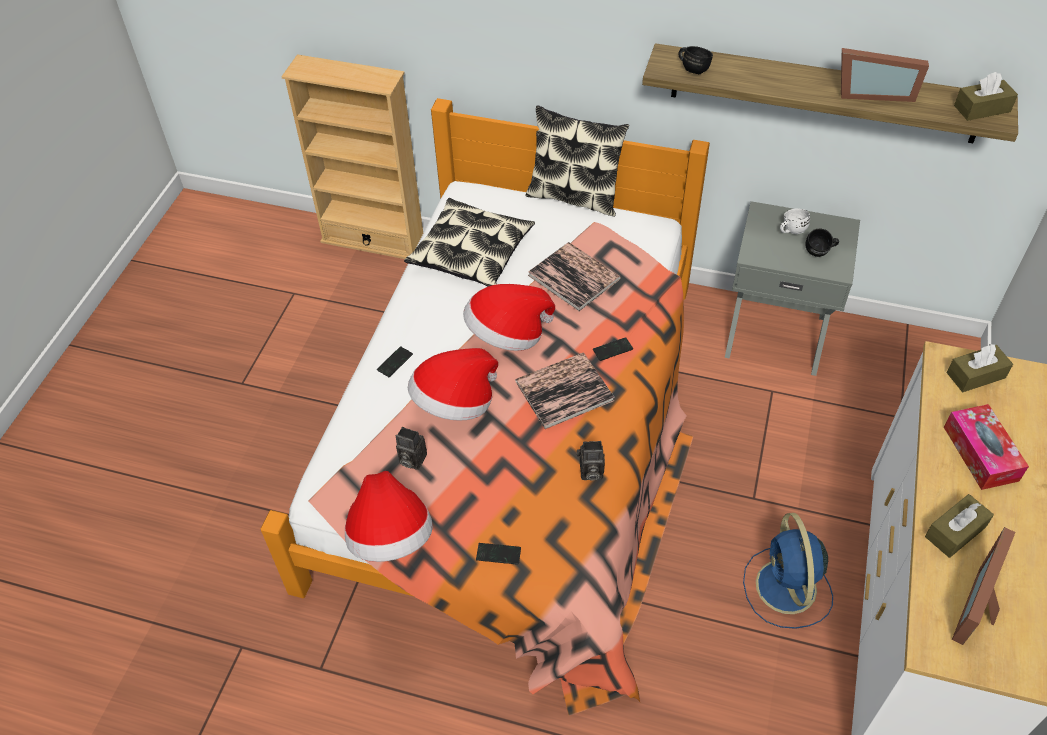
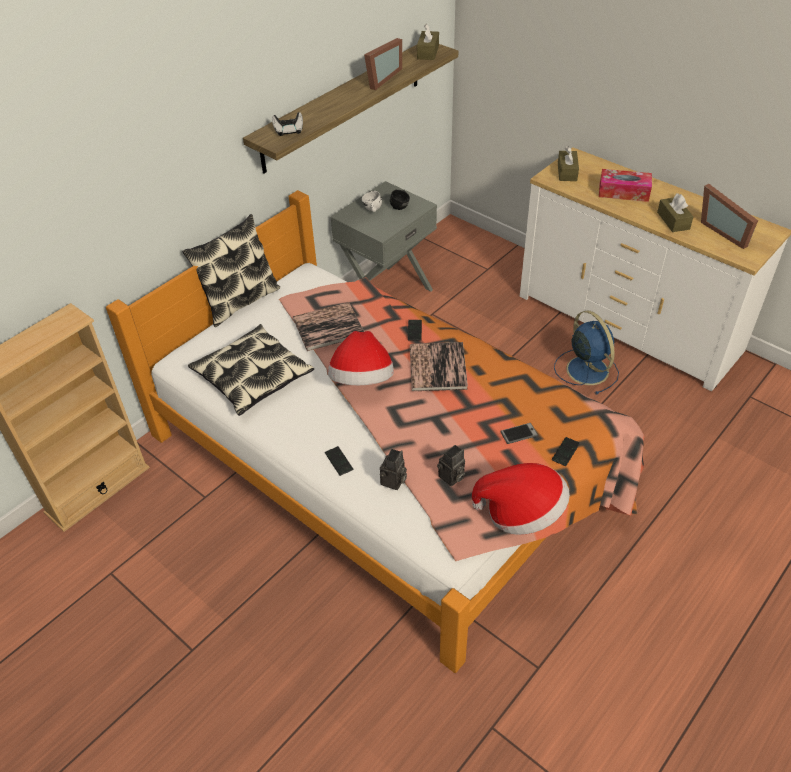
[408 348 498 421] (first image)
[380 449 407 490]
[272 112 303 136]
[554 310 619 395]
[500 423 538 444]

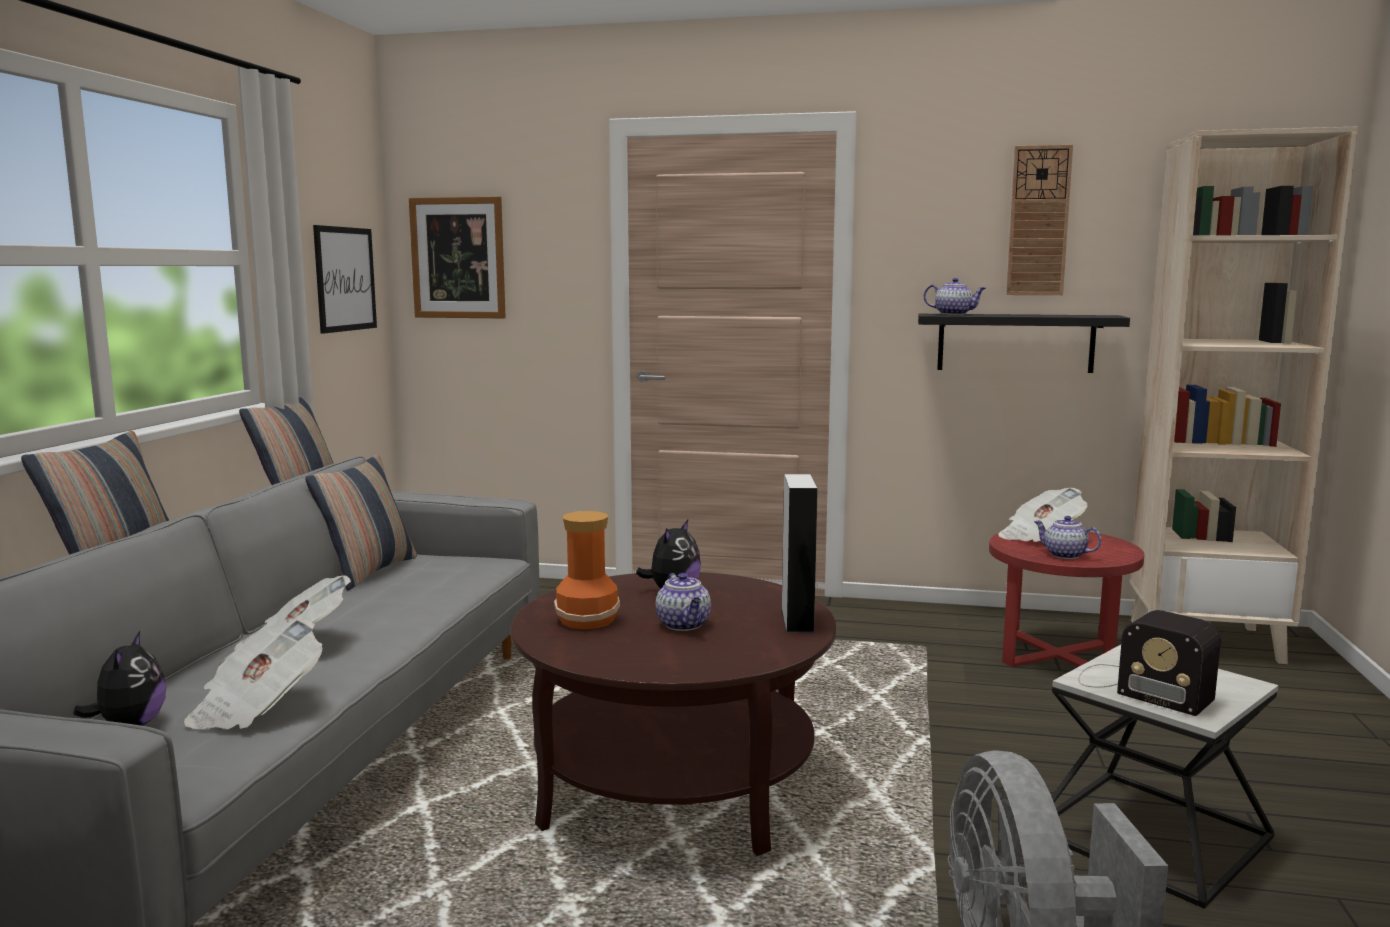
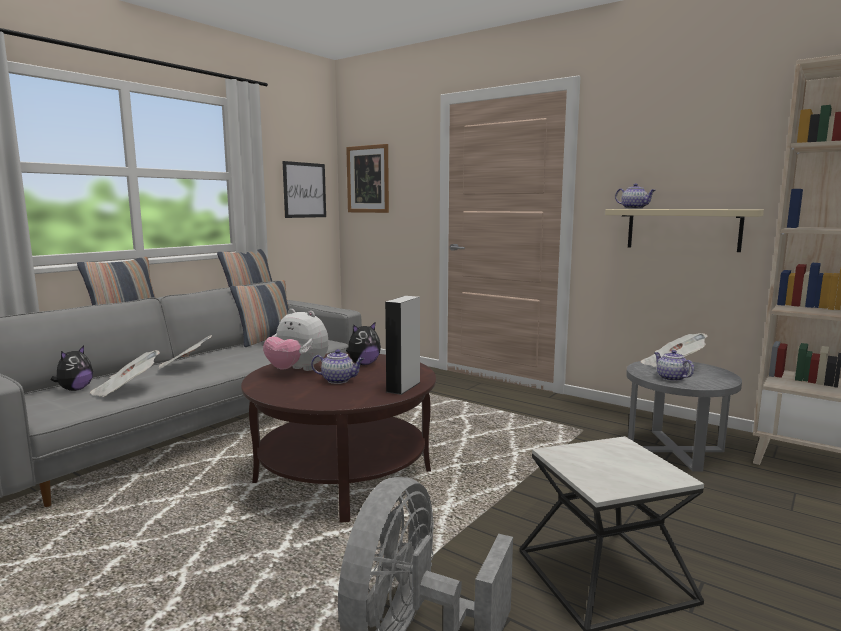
[263 309 329 371]
[311 349 364 384]
[605 209 764 252]
[626 361 742 471]
[1006 145 1073 295] (first image)
[1078 610 1221 716] (first image)

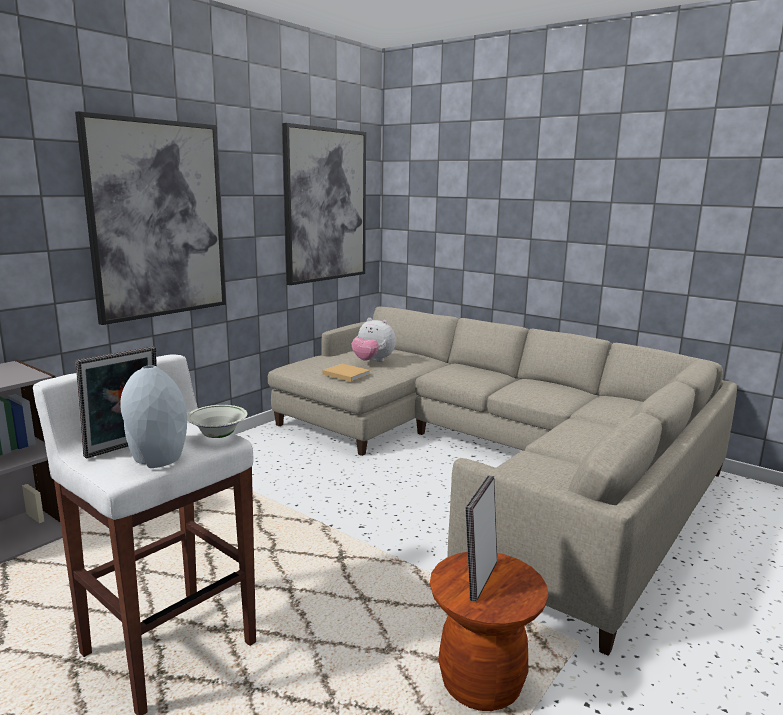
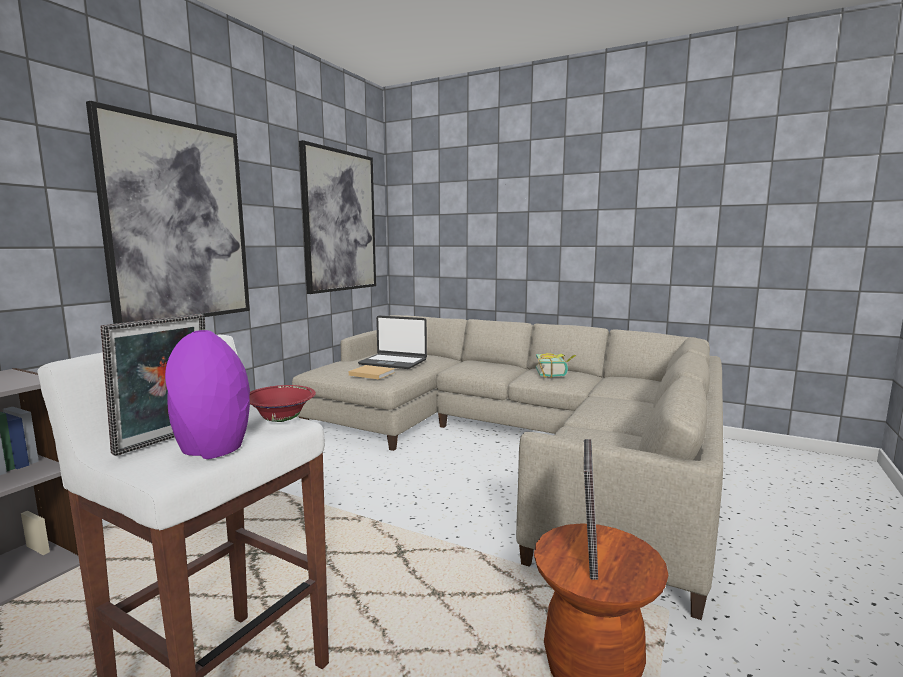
[165 330 250 459]
[250 385 316 422]
[358 316 427 369]
[536 353 576 378]

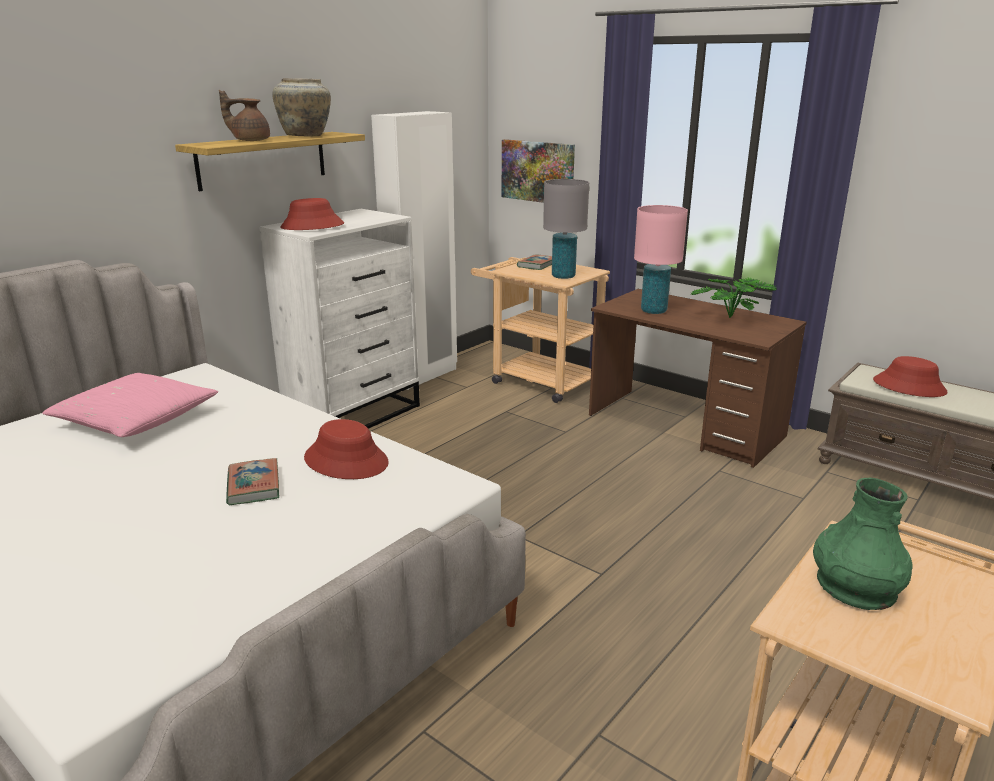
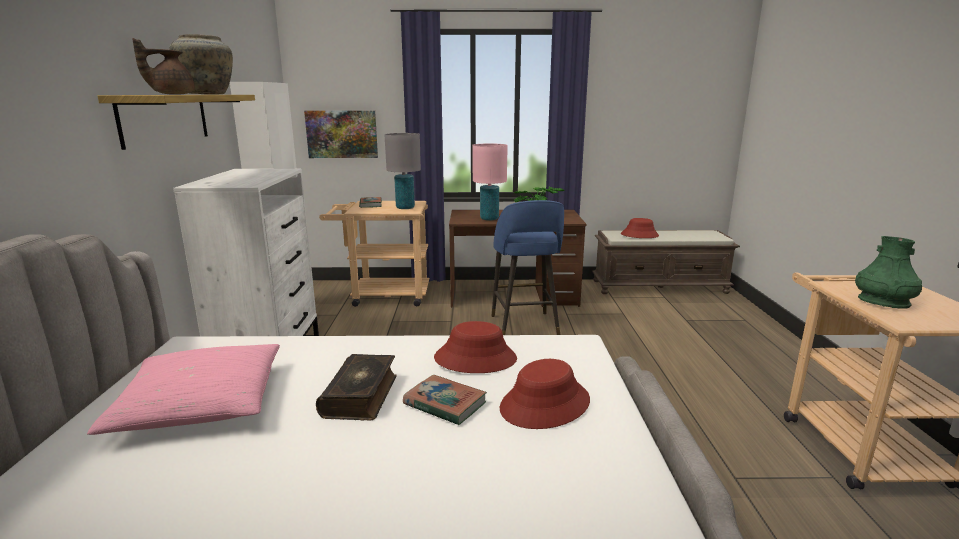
[500 359 590 429]
[316 354 397 421]
[492 200 564 335]

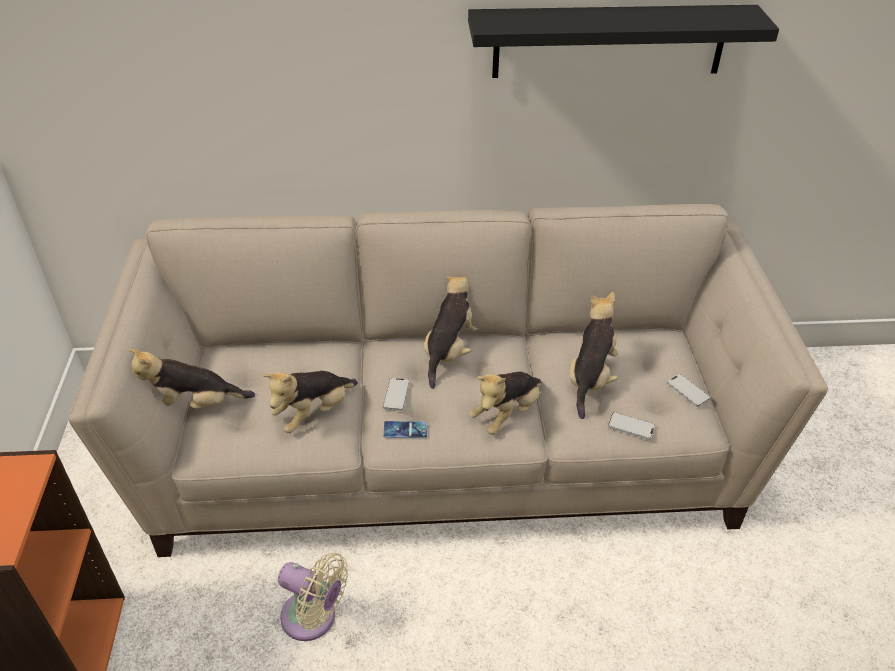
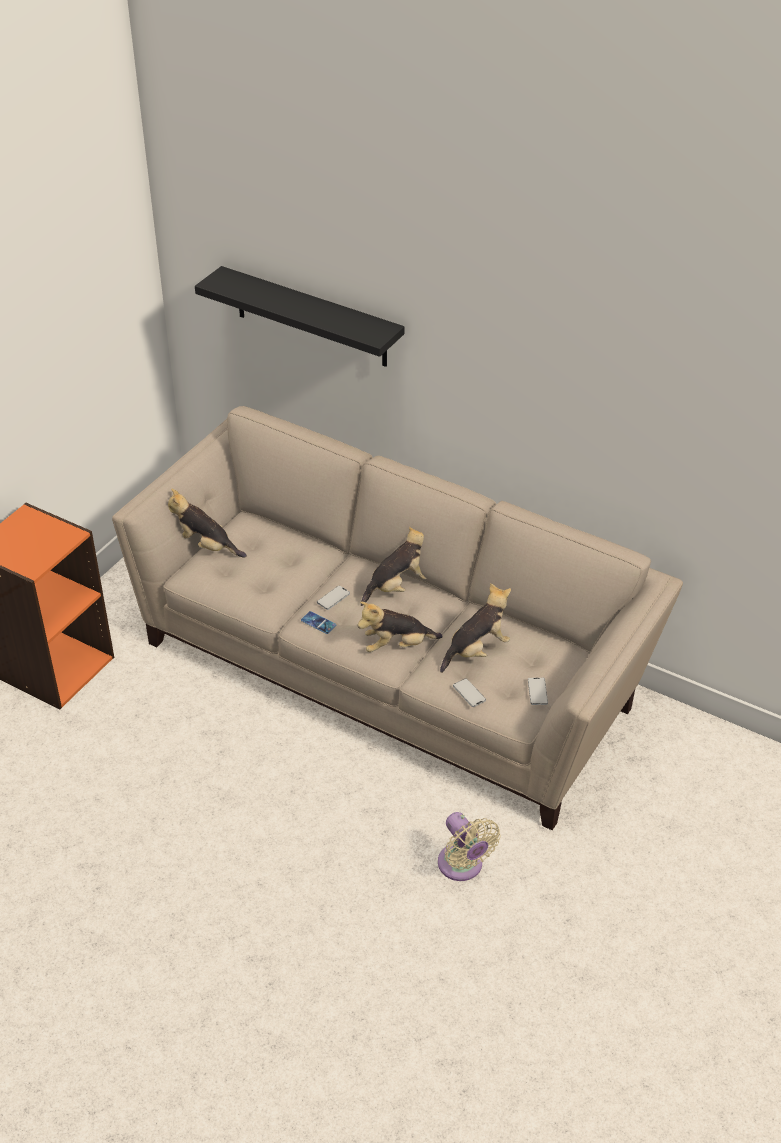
[263 371 358 433] (first image)
[438 812 500 881]
[195 266 404 367]

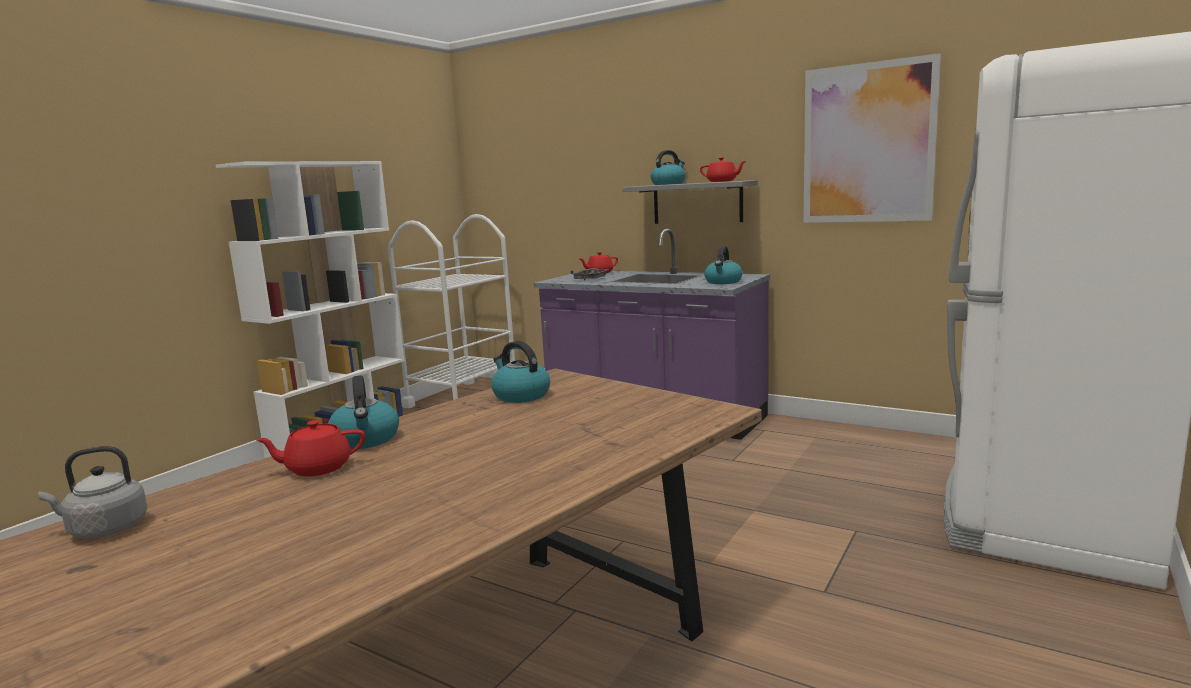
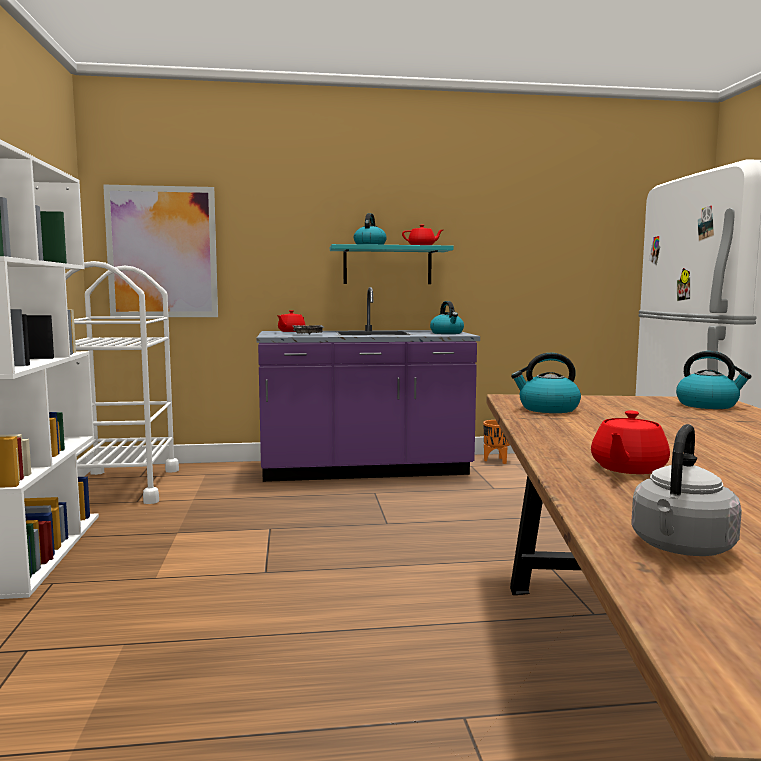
[676 351 752 409]
[330 244 454 284]
[103 185 218 317]
[483 420 510 464]

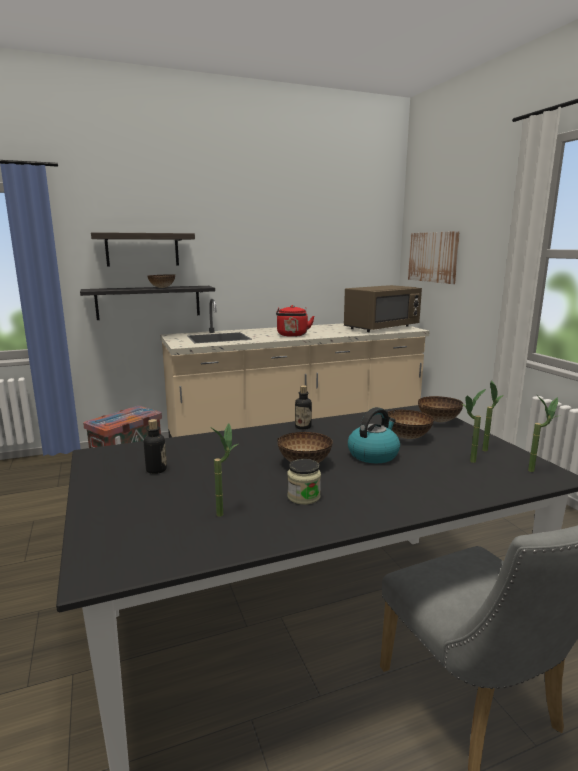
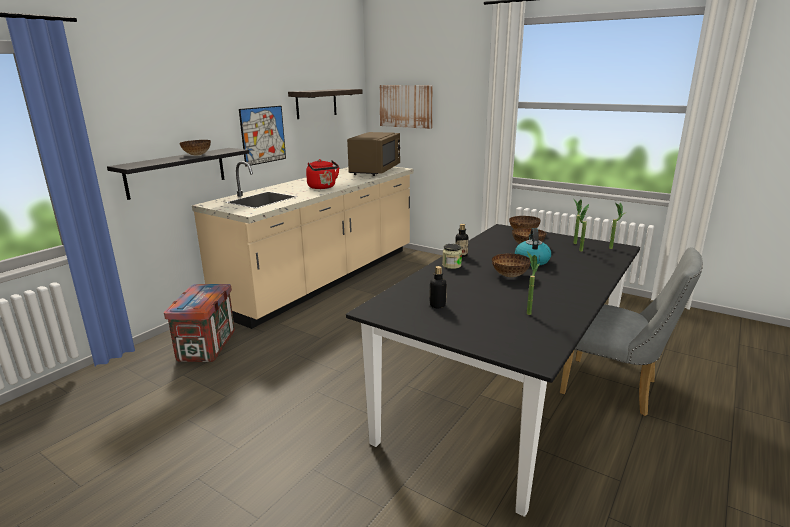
[288 89 363 119]
[442 244 462 269]
[239 106 286 166]

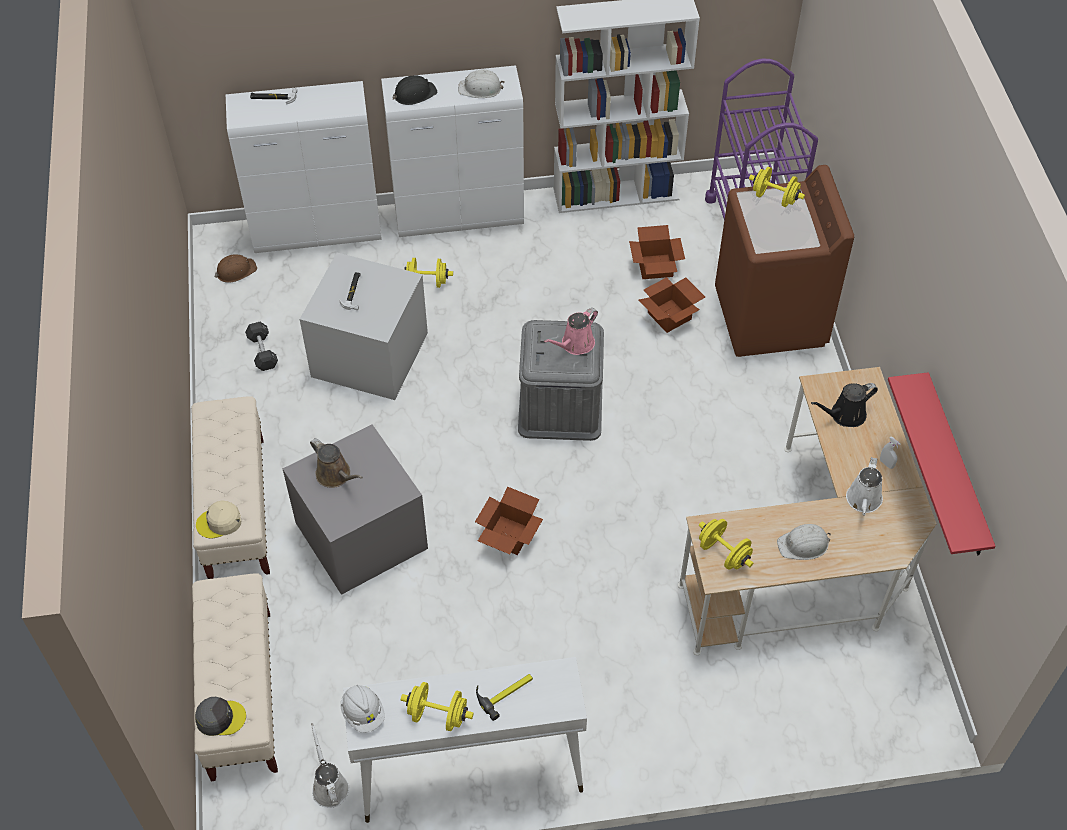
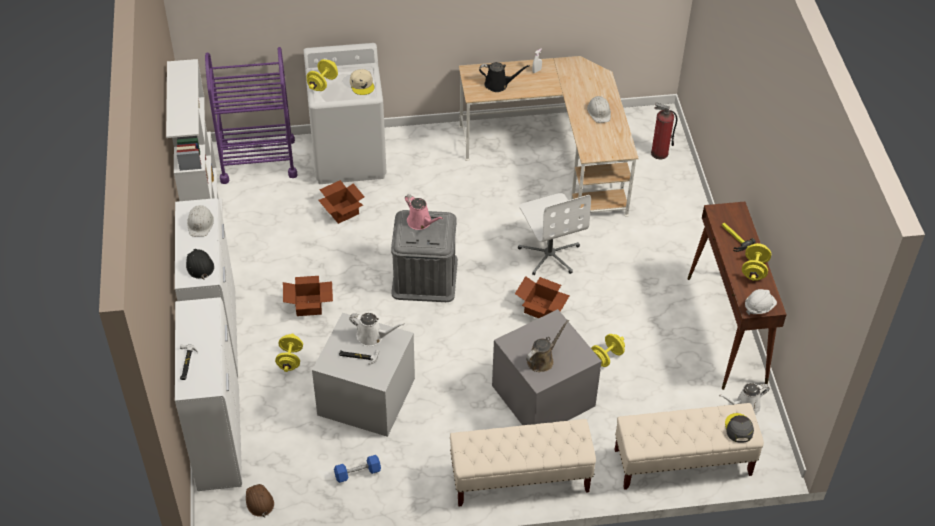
[350 69 375 95]
[334 455 381 483]
[687 202 787 390]
[283 276 333 316]
[591 334 625 367]
[303 43 386 184]
[479 62 530 92]
[349 313 405 346]
[888 372 995 556] (first image)
[518 193 591 275]
[651 102 677 159]

